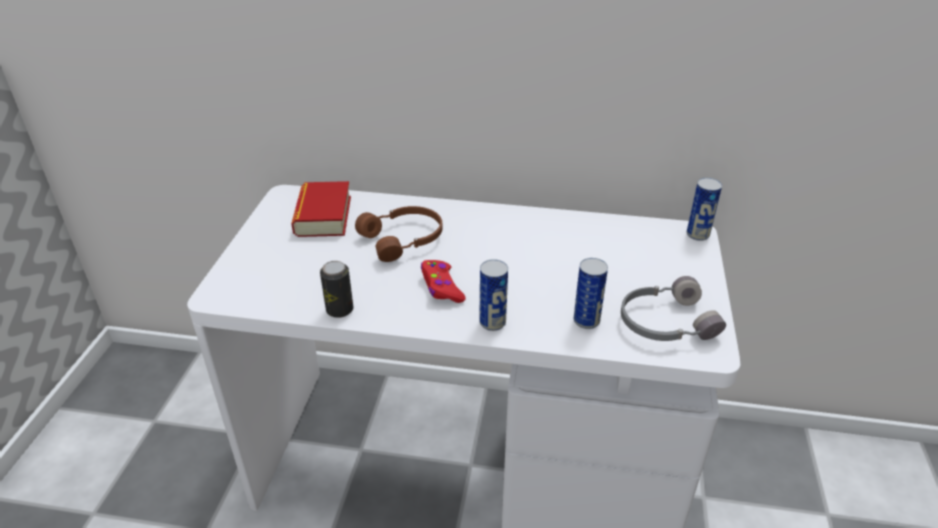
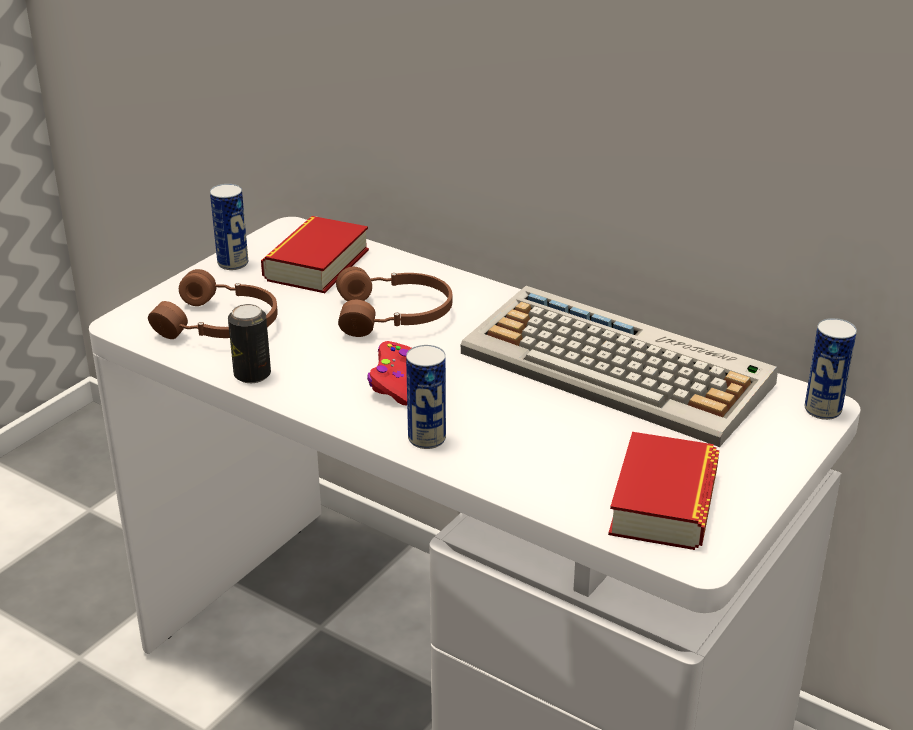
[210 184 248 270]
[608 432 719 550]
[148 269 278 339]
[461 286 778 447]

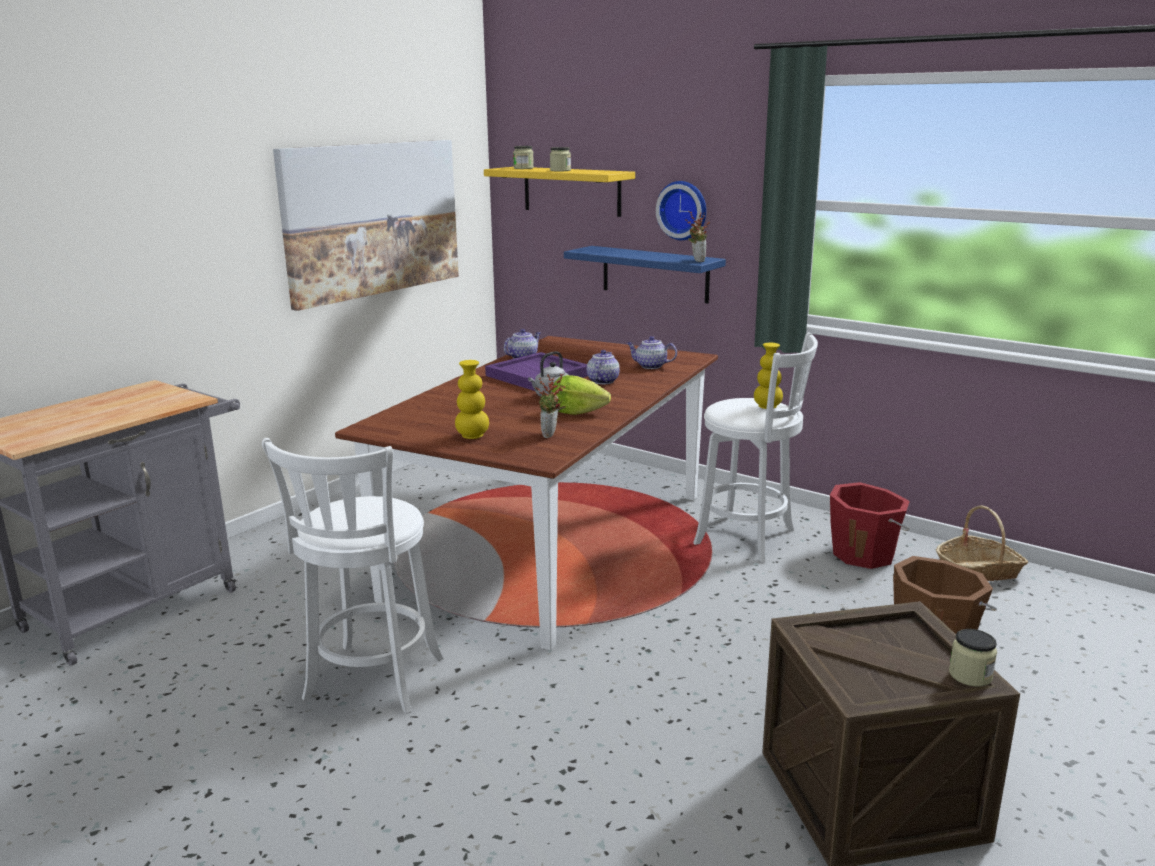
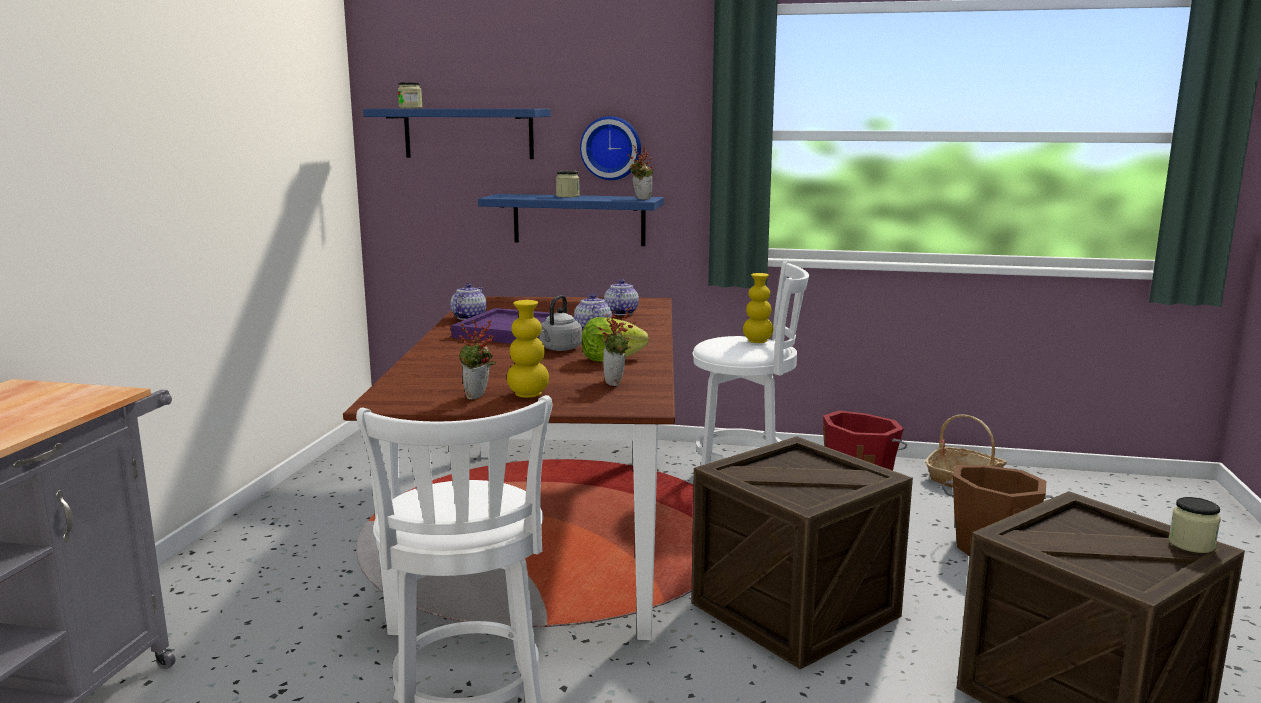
[273 140 459 311] (first image)
[363 109 551 159]
[556 171 580 197]
[604 279 639 315]
[459 319 496 400]
[691 436 913 669]

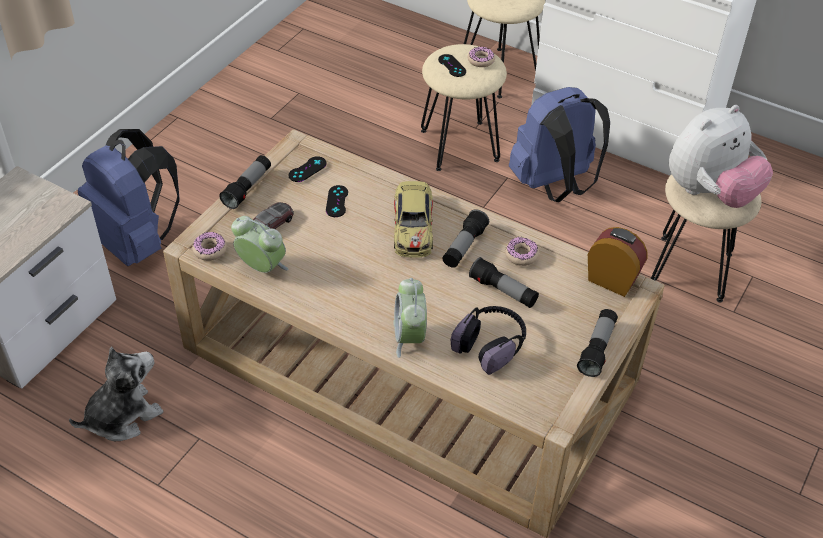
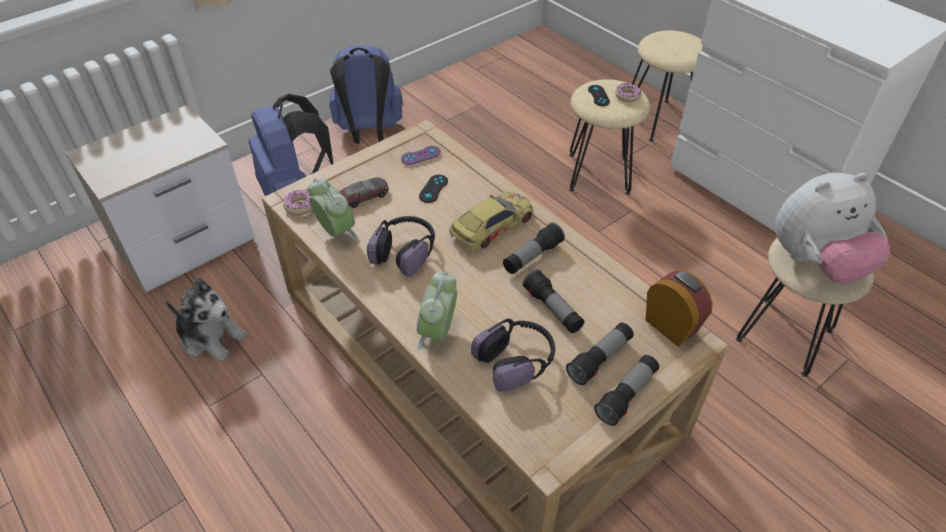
[166 278 247 362]
[566 322 634 385]
[401 146 441 165]
[449 192 534 252]
[505 237 539 266] (first image)
[329 45 403 144]
[367 216 435 277]

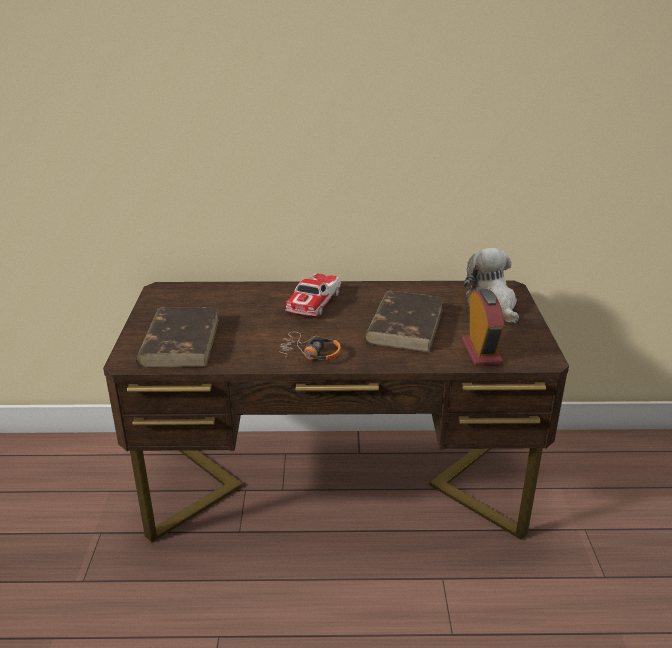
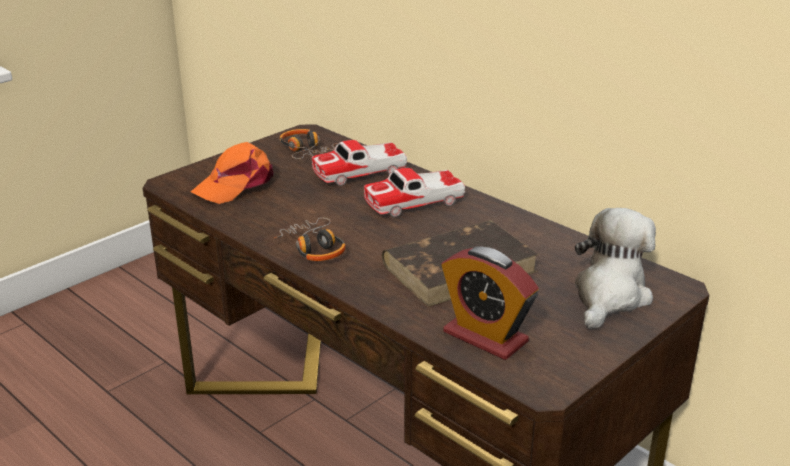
[191 142 274 204]
[442 247 539 360]
[280 129 338 159]
[312 140 407 186]

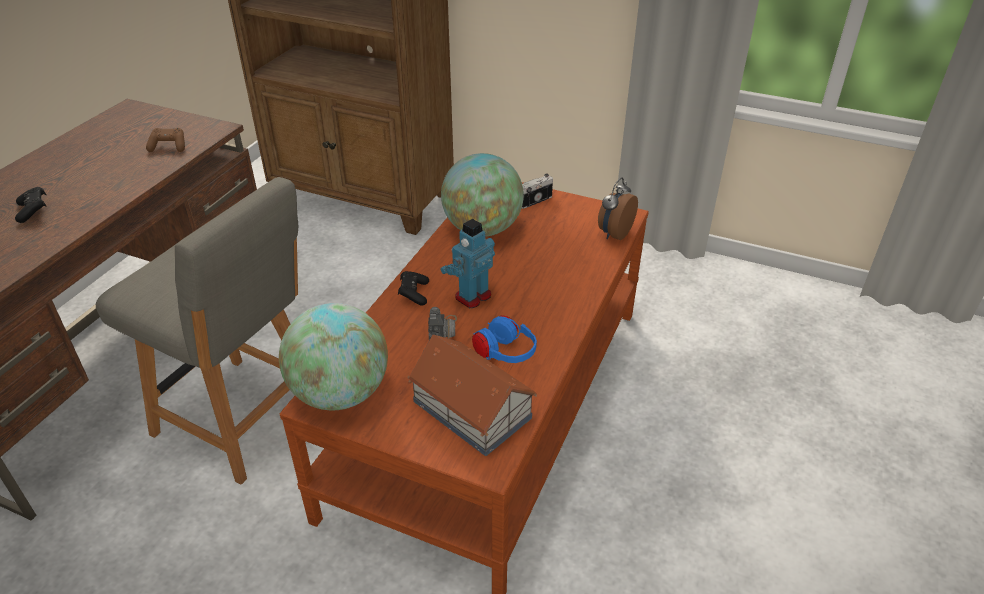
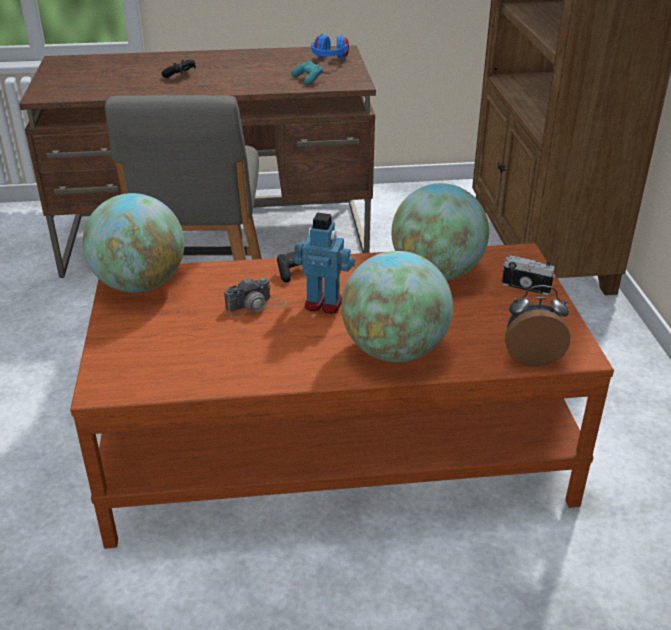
[291 61 324 85]
[407 335 537 456] (first image)
[311 34 349 59]
[341 251 453 362]

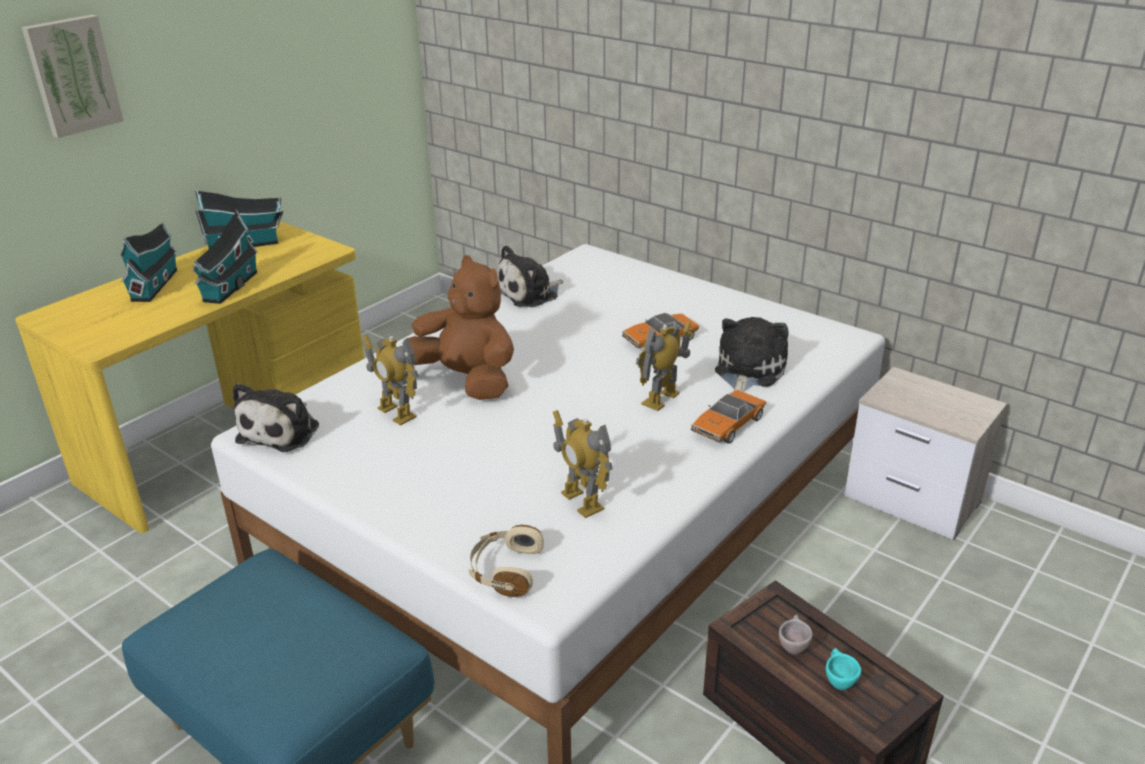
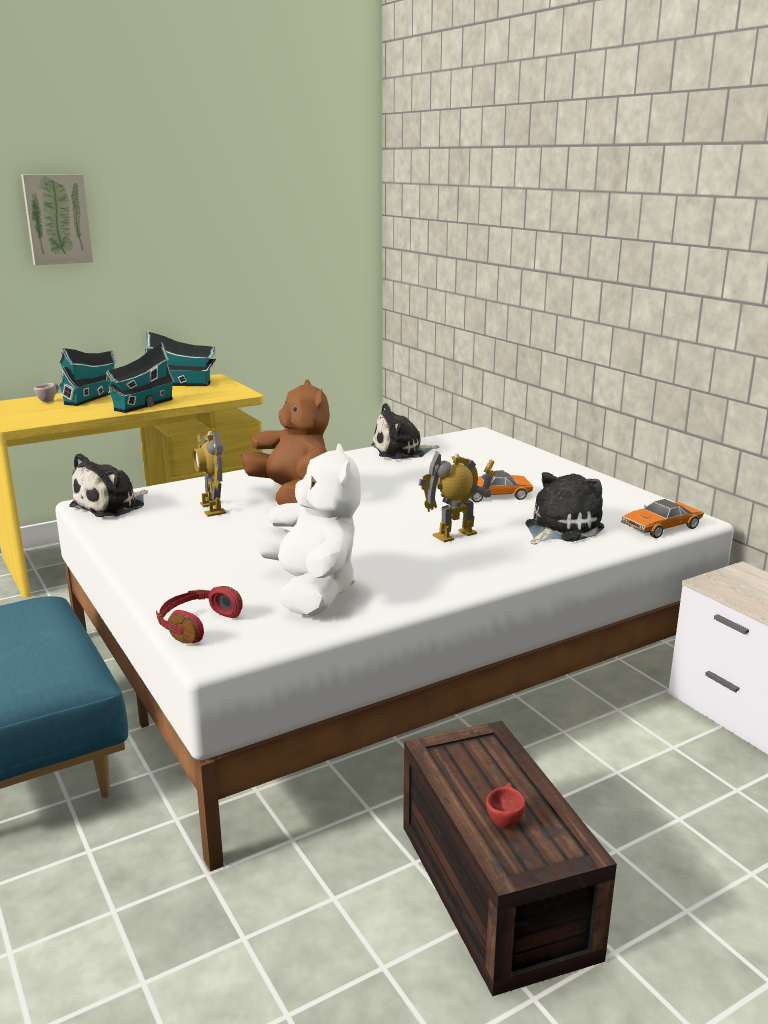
[156 586 243 644]
[255 444 361 616]
[621 499 704 538]
[34 383 59 402]
[486 783 525 829]

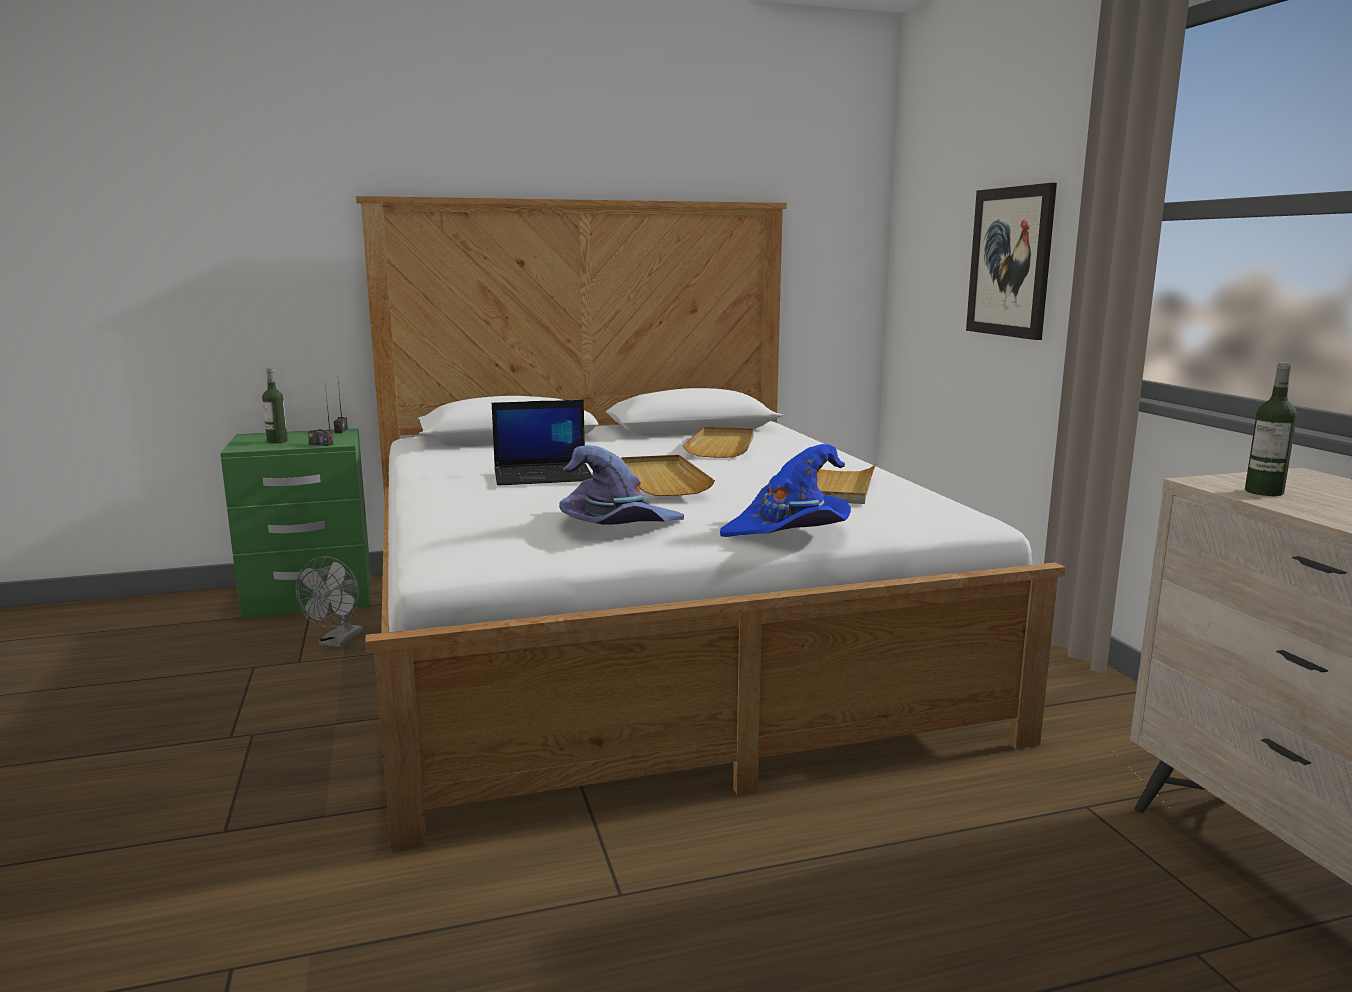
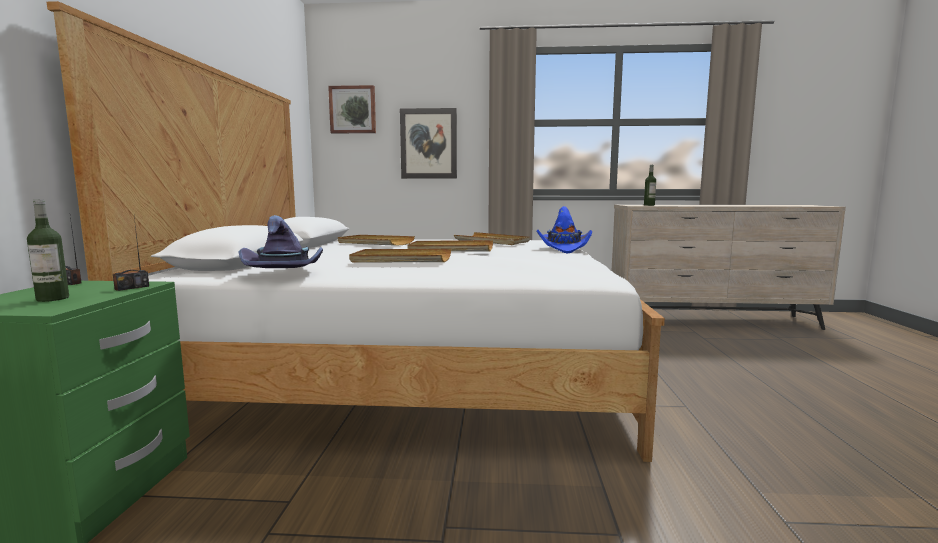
[296 556 363 647] (first image)
[349 249 451 262]
[238 215 323 268]
[328 85 376 134]

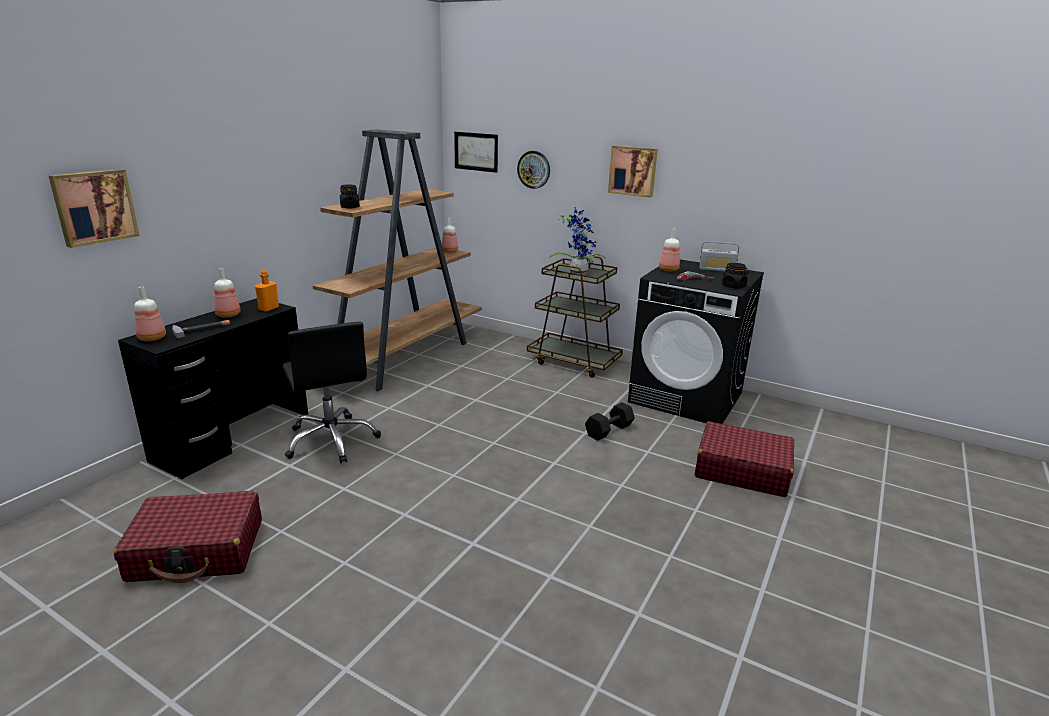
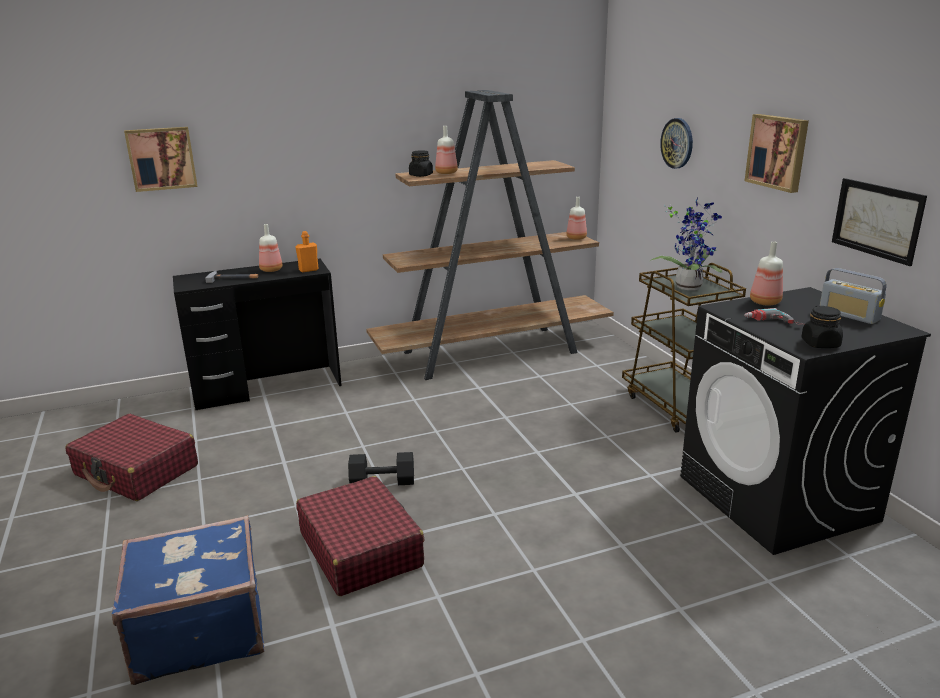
[435 126 458 174]
[283 322 381 463] (first image)
[832 178 927 266]
[348 452 414 485]
[296 476 424 596]
[112 515 265 685]

